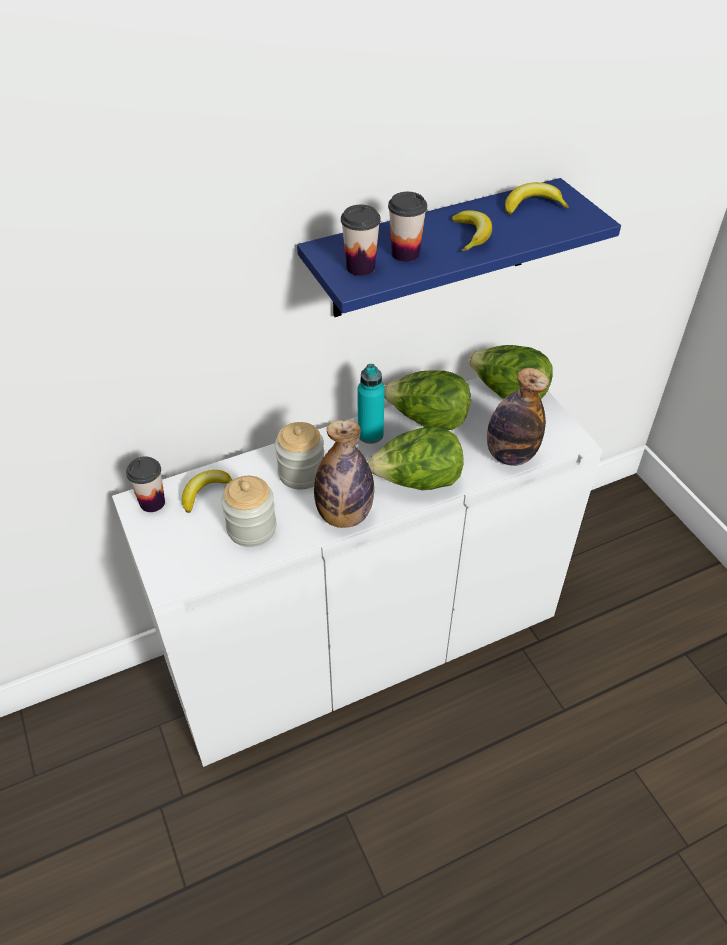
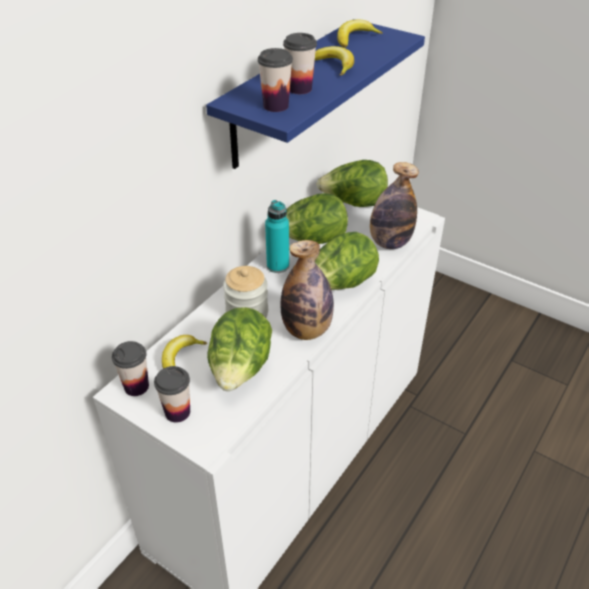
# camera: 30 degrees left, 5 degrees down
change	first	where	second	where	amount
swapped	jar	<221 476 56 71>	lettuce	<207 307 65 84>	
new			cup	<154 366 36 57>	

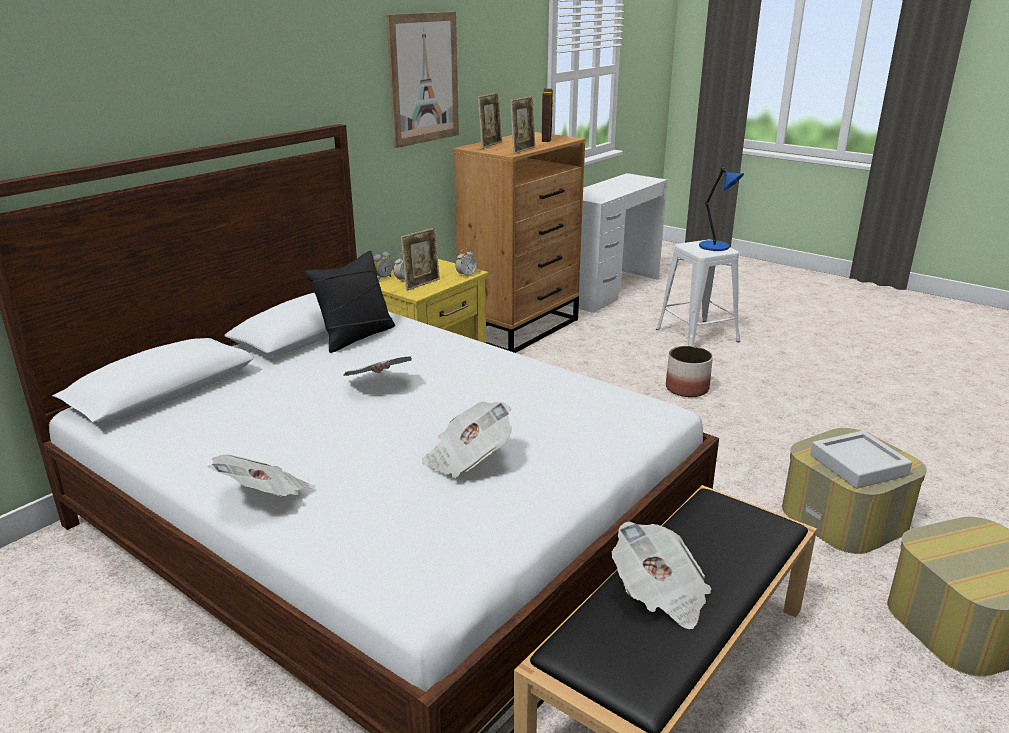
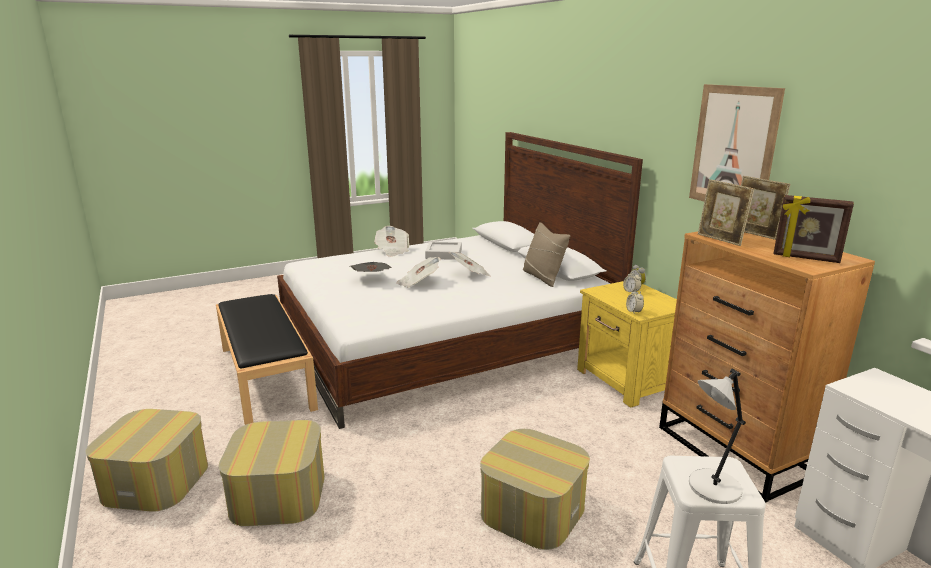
# camera: 115 degrees right, 5 degrees down
change	first	where	second	where	amount
repainted	black pillow	<305 251 90 102>	beige pillow	<523 222 47 65>	
gone	picture frame	<401 228 39 63>			
shifted	newspaper	<612 521 99 108>		<397 257 44 31>	
swapped	planter	<666 346 47 51>	ottoman	<480 429 110 121>	
repainted	blue table lamp	<699 167 45 84>	grey table lamp	<689 369 57 135>	
shifted	grey tray	<810 431 102 58>		<425 241 37 19>	

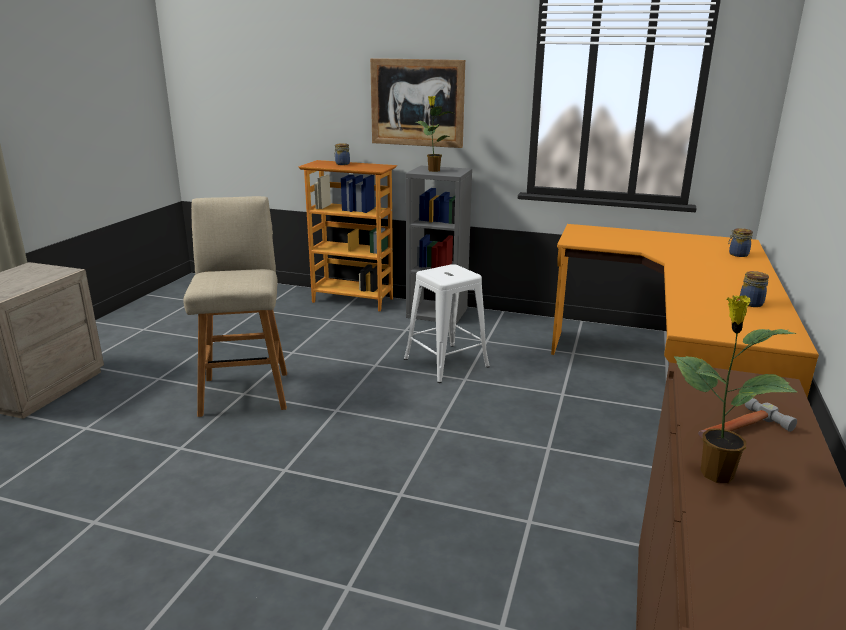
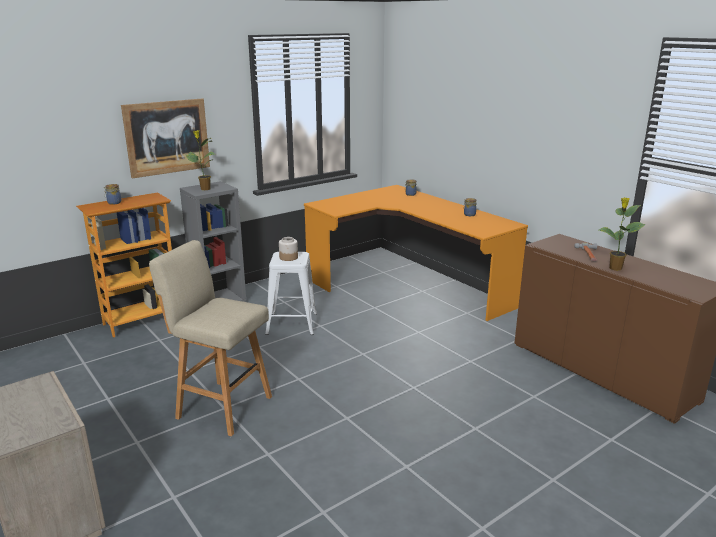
# camera: 55 degrees left, 0 degrees up
change	first	where	second	where	amount
new			jar	<279 237 19 24>	

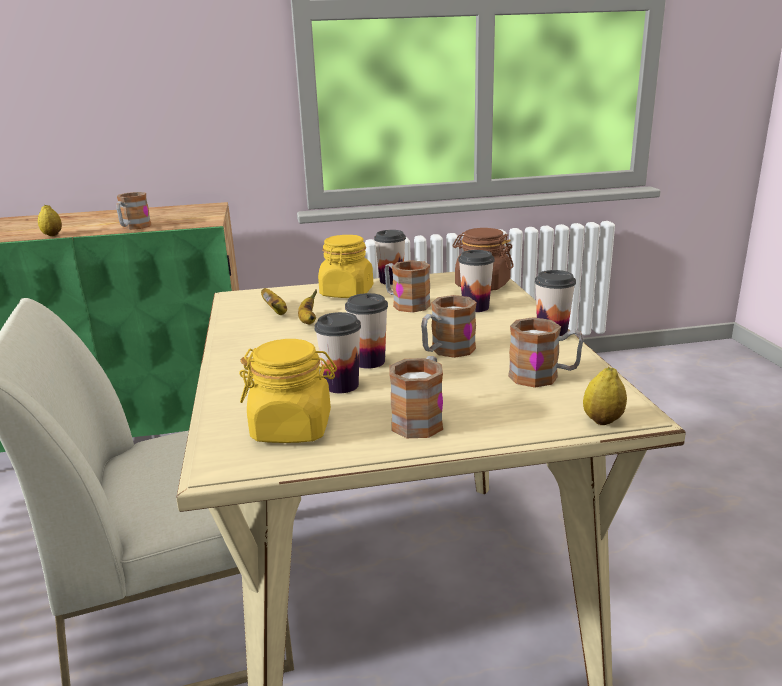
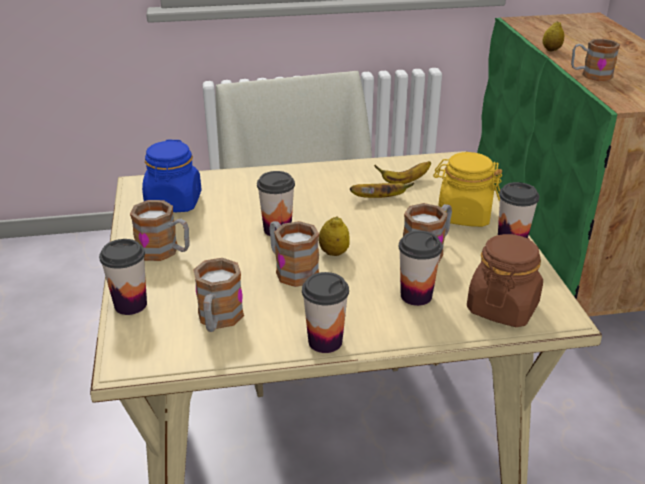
# camera: 90 degrees right, 10 degrees up
change	first	where	second	where	amount
repainted	yellow jar	<239 339 98 104>	blue jar	<142 140 60 72>	
shifted	cup	<314 312 47 81>		<99 239 48 76>	
shifted	lemon	<583 367 44 58>		<319 217 31 39>	

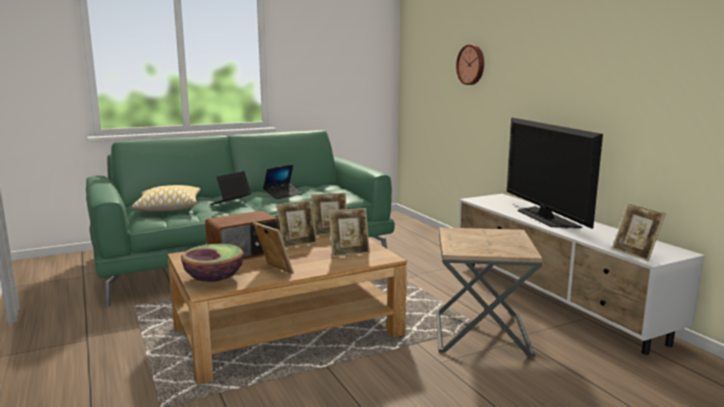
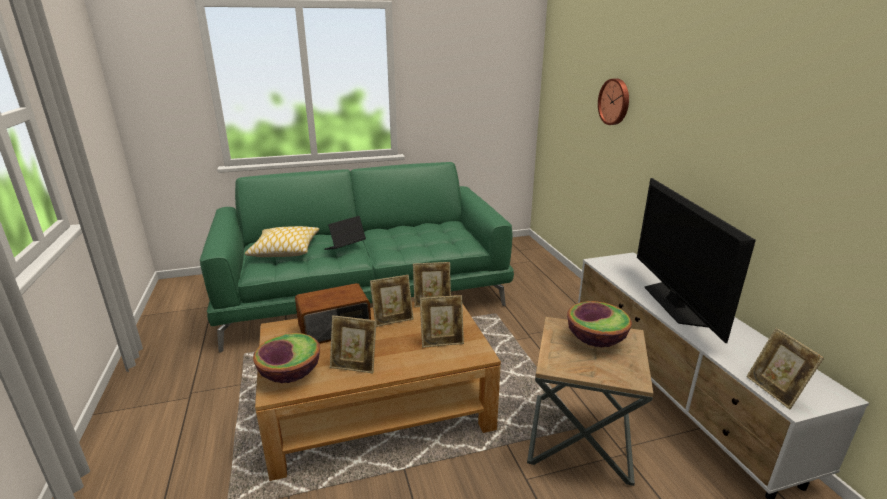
# camera: 10 degrees right, 10 degrees up
change	first	where	second	where	amount
rotated	picture frame	<253 222 41 52>		<330 315 47 58>	135 degrees clockwise
gone	laptop	<263 165 39 34>			
new			bowl	<567 301 65 46>	

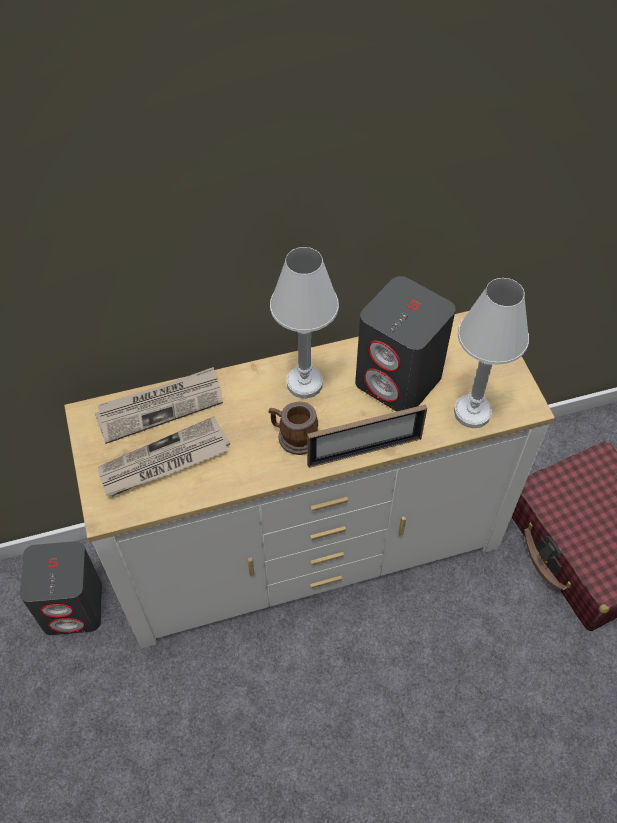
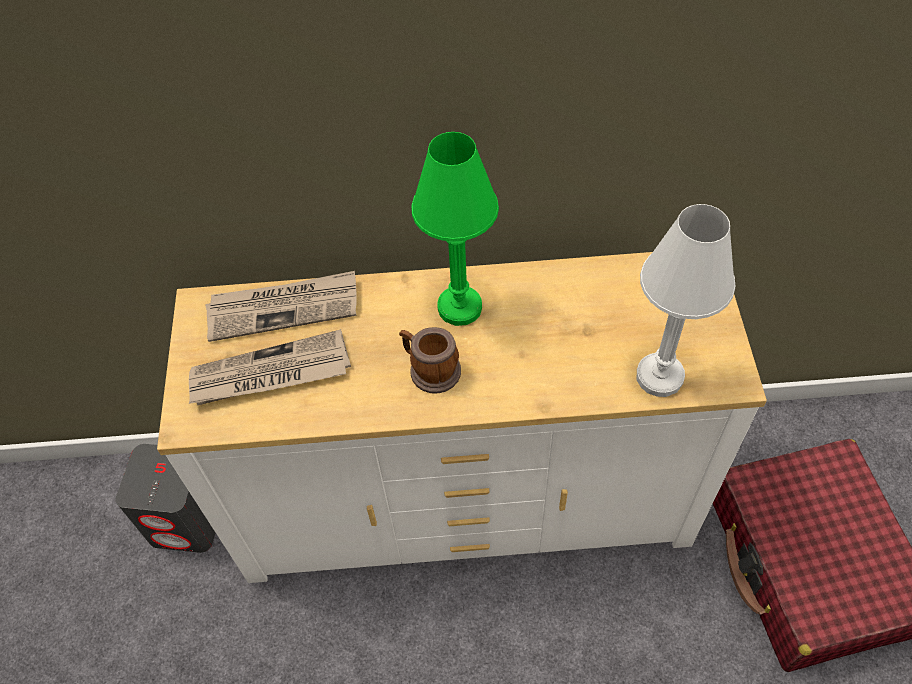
# camera: 15 degrees right, 0 degrees up
change	first	where	second	where	amount
repainted	white table lamp	<270 247 69 152>	green table lamp	<411 132 88 194>	
gone	picture frame	<307 404 120 64>			
gone	grey speaker	<355 276 101 136>			

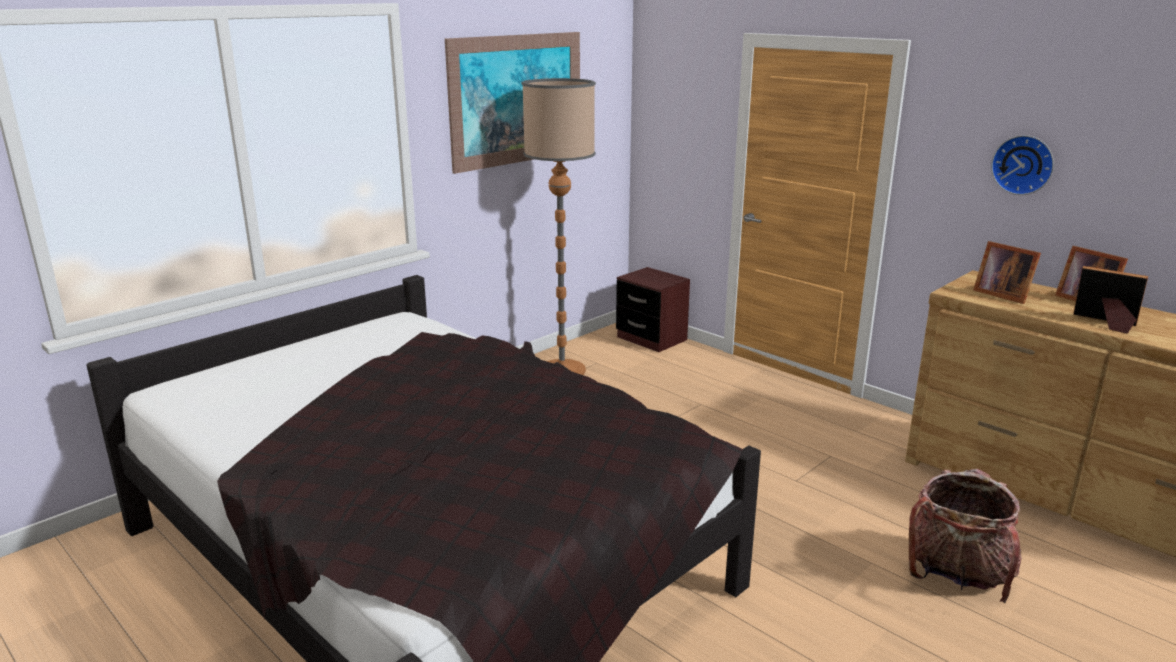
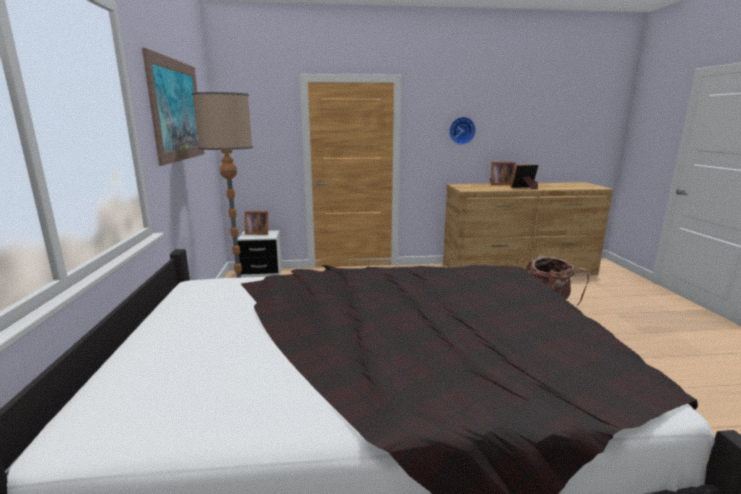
# camera: 50 degrees left, 5 degrees down
change	first	where	second	where	amount
repainted	brown nightstand	<616 267 74 85>	white nightstand	<237 230 45 48>	
shifted	picture frame	<973 241 68 63>		<245 211 23 24>	

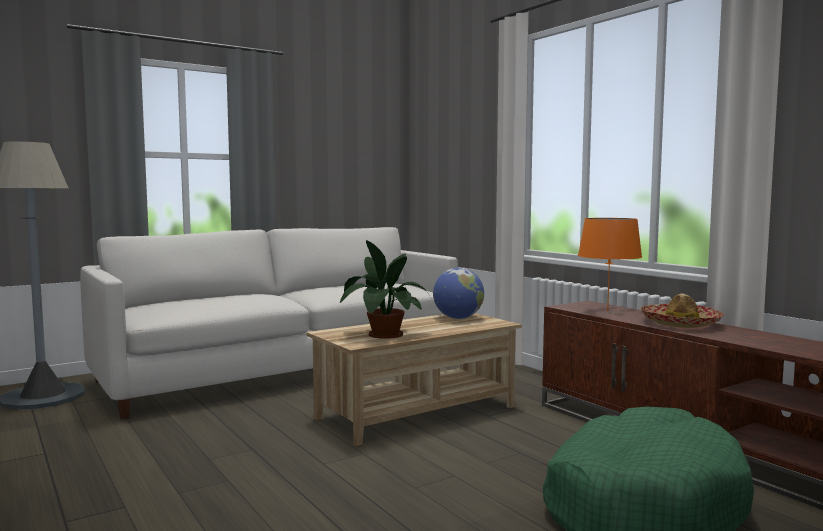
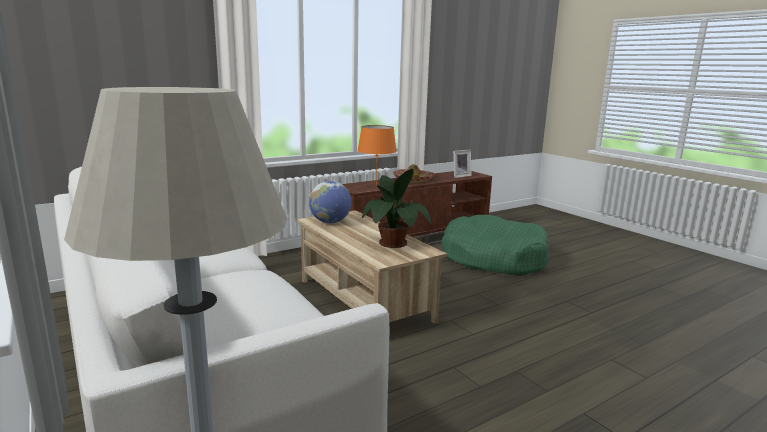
# camera: 90 degrees left, 10 degrees up
change	first	where	second	where	amount
new			picture frame	<453 150 19 28>	

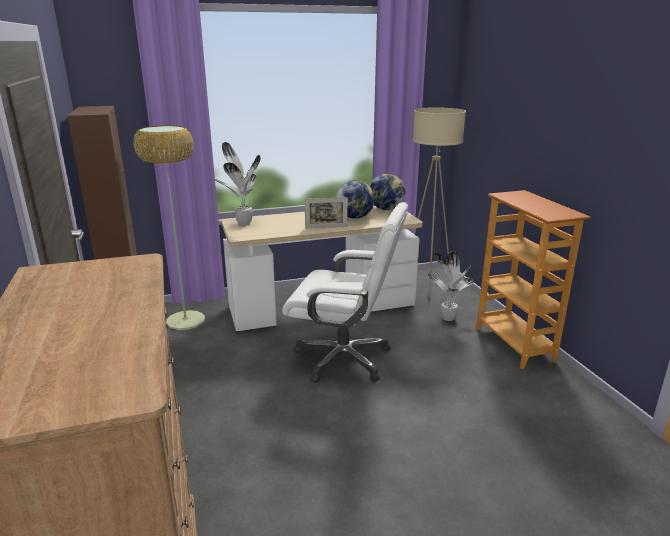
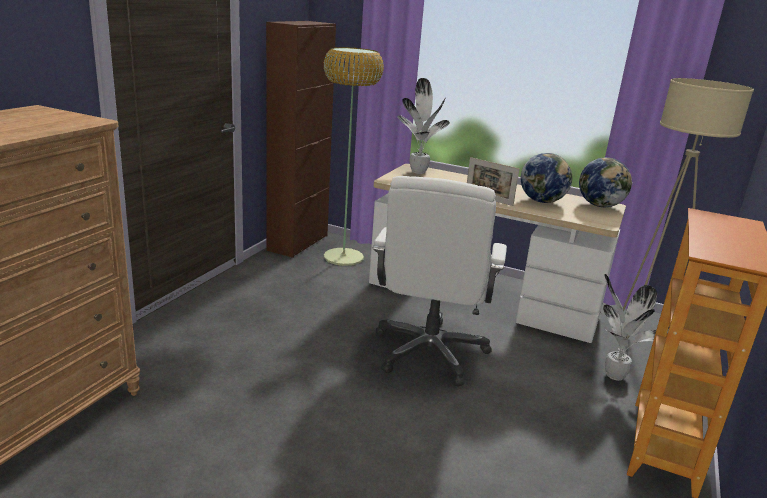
# camera: 40 degrees right, 0 degrees up
change	first	where	second	where	amount
rotated	white office chair	<282 202 126 181>		<372 176 135 210>	45 degrees clockwise

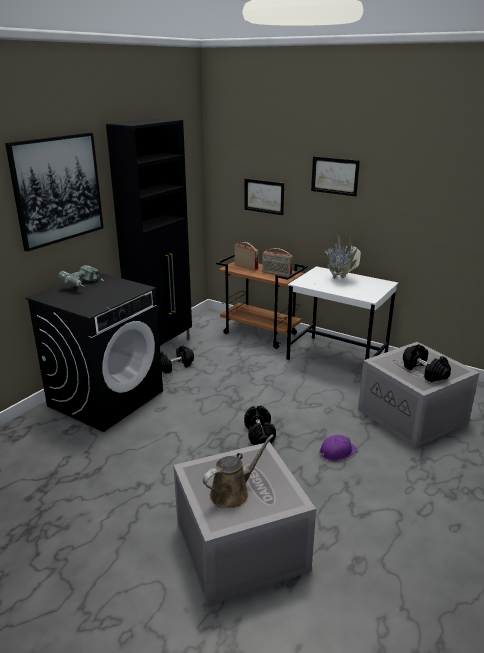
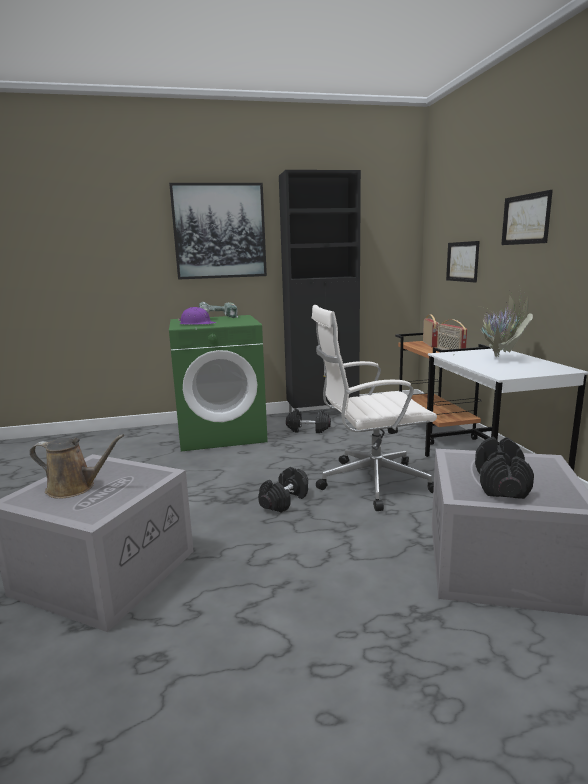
# camera: 45 degrees right, 10 degrees down
change	first	where	second	where	amount
repainted	black washing machine	<26 273 137 159>	green washing machine	<169 315 99 136>	
shifted	purple hard hat	<319 435 39 26>		<178 307 38 18>	
new			white office chair	<312 305 125 206>	

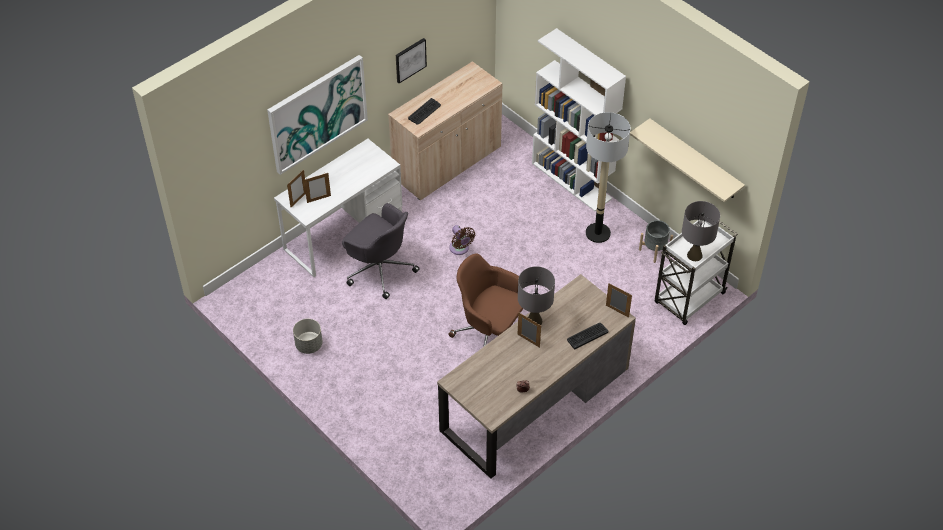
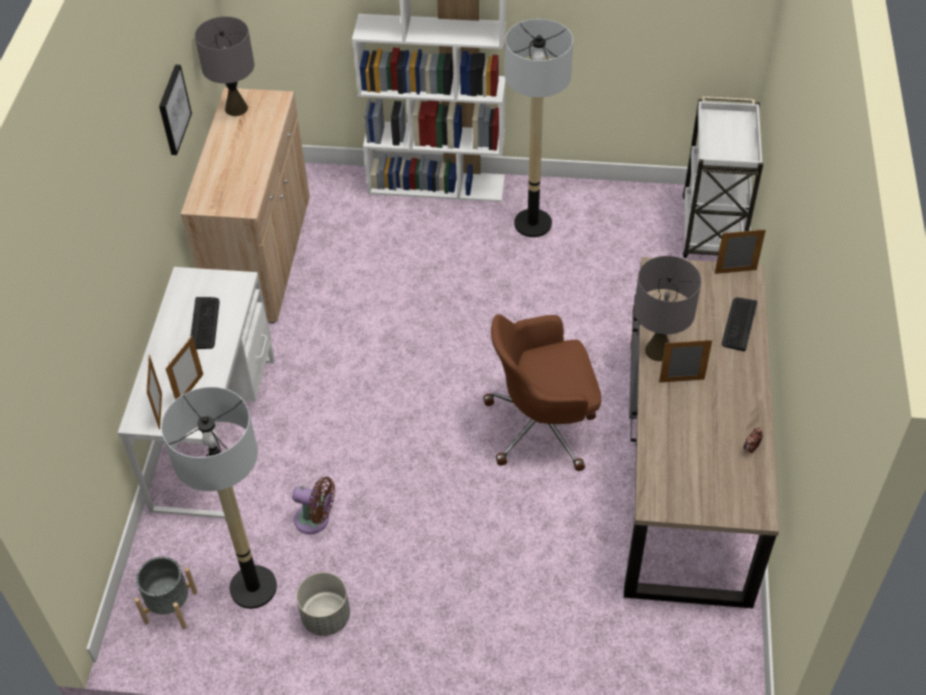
# camera: 40 degrees left, 0 degrees up
change	first	where	second	where	amount
gone	picture	<267 55 101 120>			
gone	grey office chair	<342 203 78 96>			
shifted	keyboard	<408 98 33 27>		<190 297 30 52>	
shifted	brown fan	<449 225 26 30>		<292 477 43 57>	
gone	beige shelf	<630 118 115 84>			
shifted	grey planter	<639 220 34 43>		<134 557 64 72>	
shifted	grey table lamp	<682 201 38 60>		<195 16 59 100>	
new			floor lamp	<161 387 116 222>	

